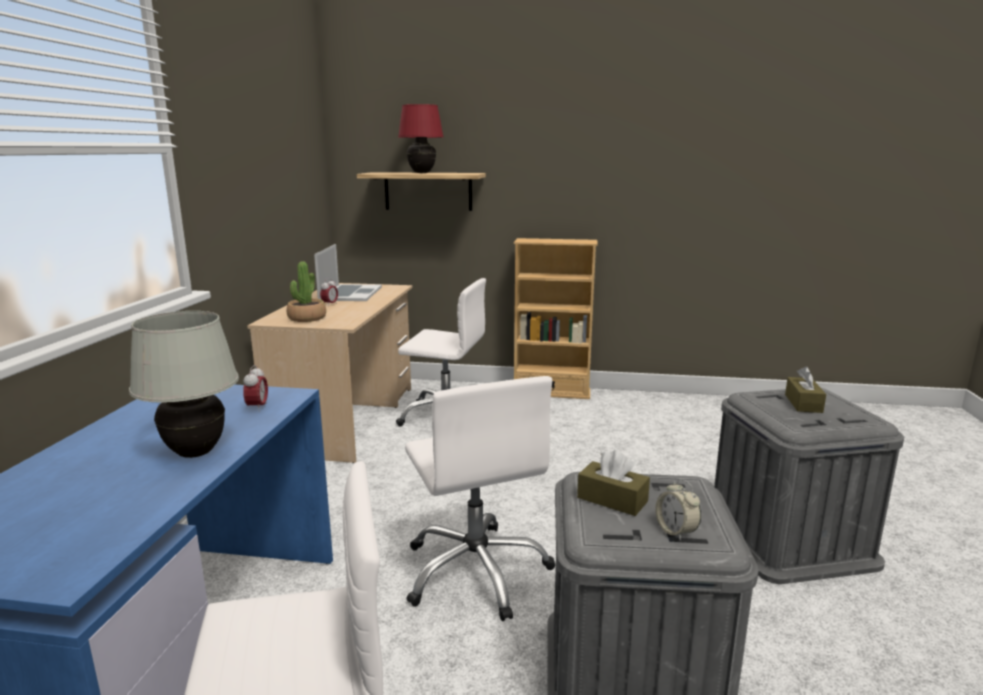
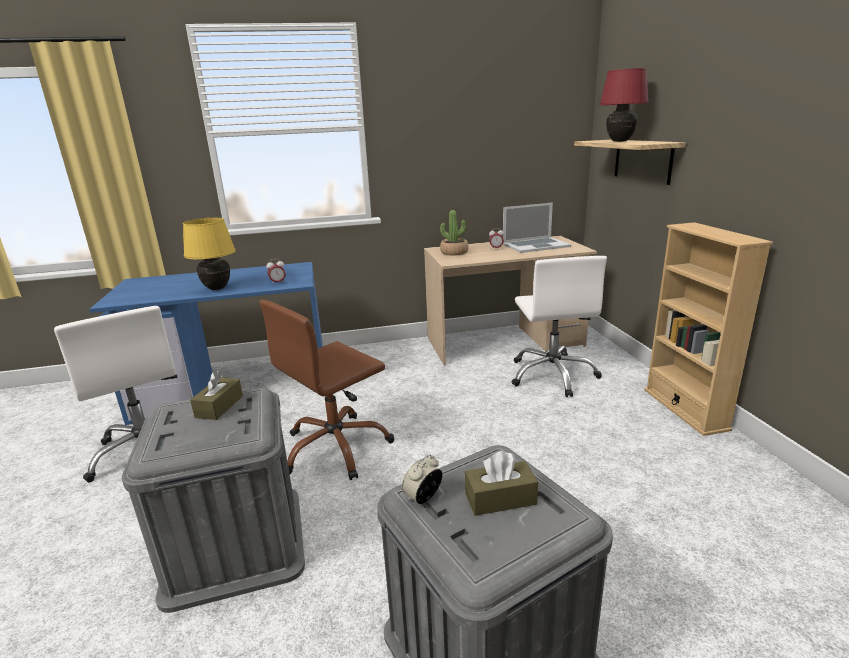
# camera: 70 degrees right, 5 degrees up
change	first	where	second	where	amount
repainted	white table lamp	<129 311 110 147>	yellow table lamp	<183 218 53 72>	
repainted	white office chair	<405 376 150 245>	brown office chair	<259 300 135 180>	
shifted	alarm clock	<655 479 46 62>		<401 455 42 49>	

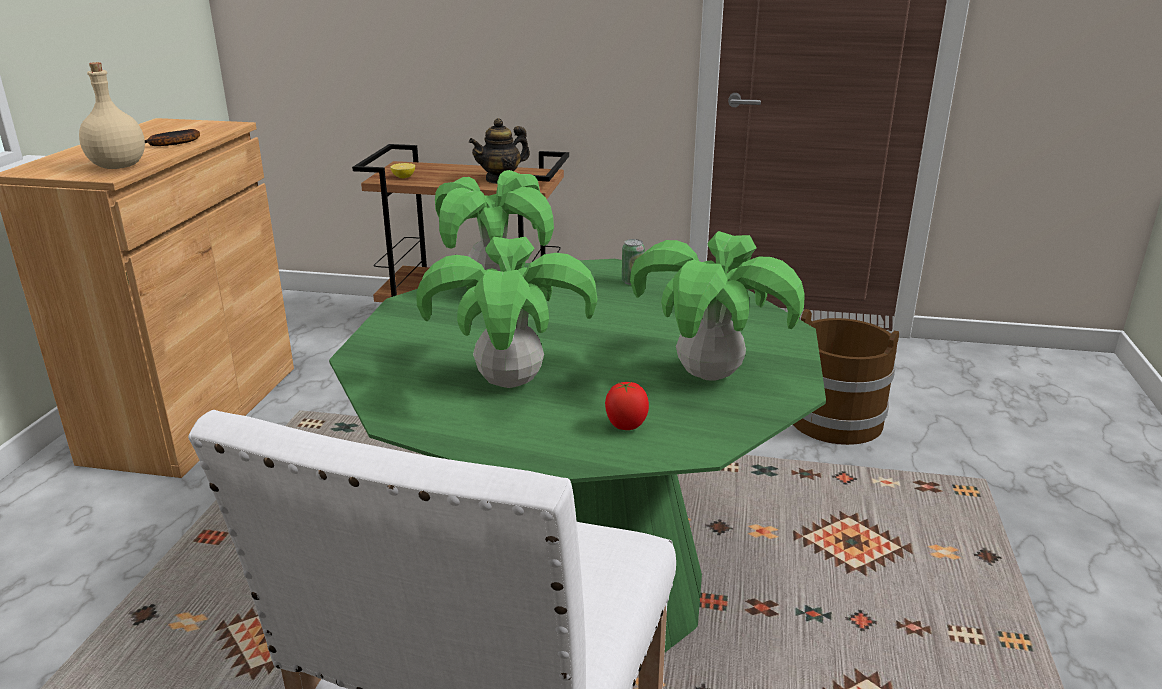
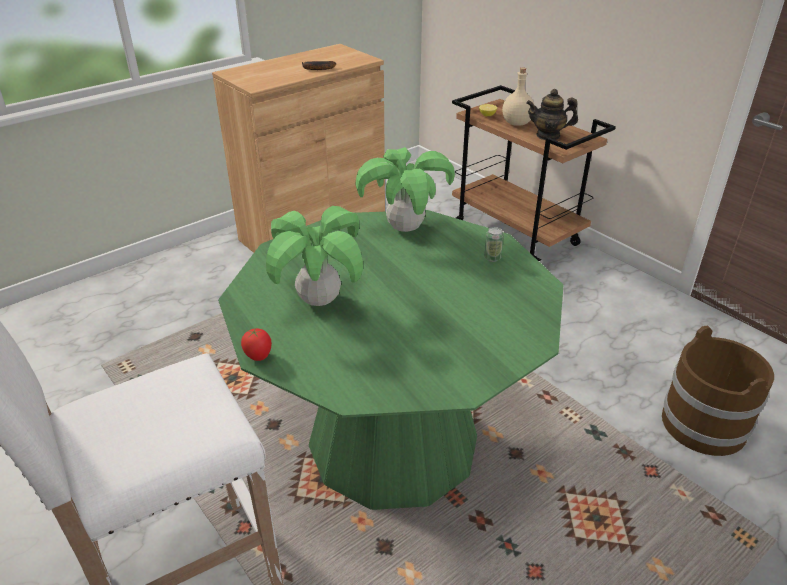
# camera: 40 degrees right, 10 degrees up
change	first	where	second	where	amount
shifted	beige bottle	<79 62 66 107>		<502 67 32 59>	
shifted	tomato	<605 382 44 48>		<241 327 31 34>	
gone	potted plant	<630 231 175 150>			

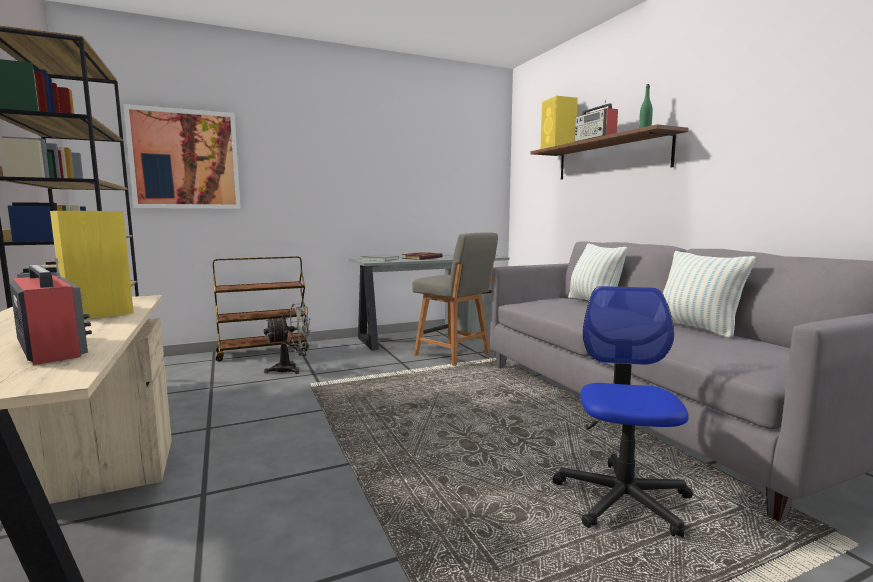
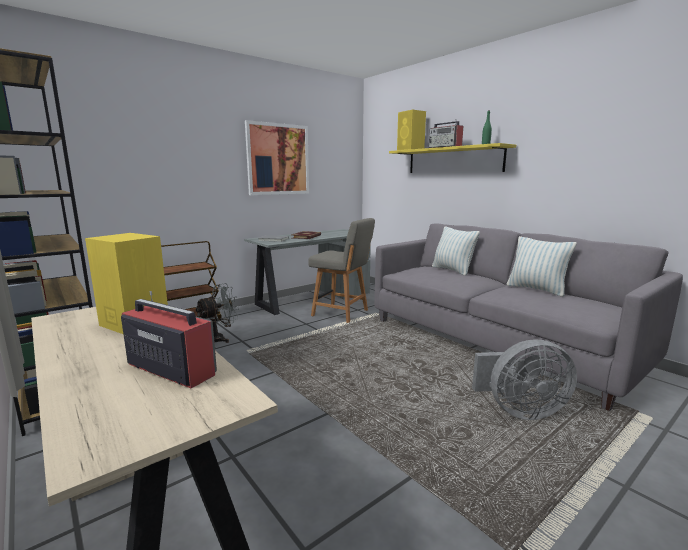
# camera: 15 degrees left, 5 degrees up
change	first	where	second	where	amount
shifted	picture	<123 104 118 105>		<245 120 64 75>	
repainted	brown shelf	<530 124 158 56>	yellow shelf	<389 143 127 30>	
swapped	office chair	<552 286 141 252>	grey fan	<472 339 105 81>	

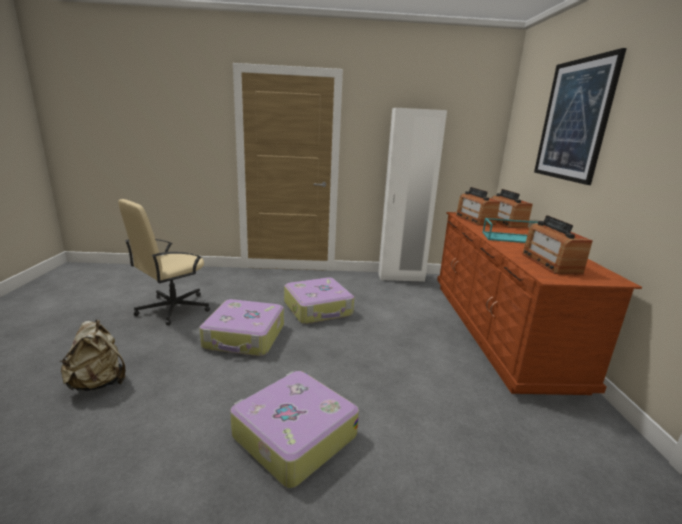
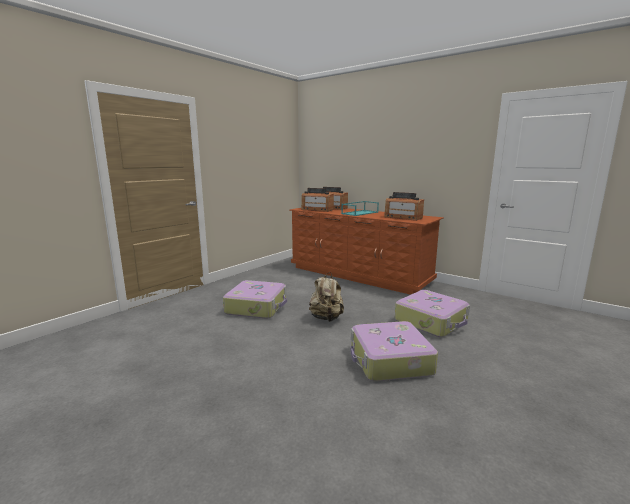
# camera: 50 degrees left, 5 degrees down
change	first	where	second	where	amount
shifted	beige backpack	<59 320 66 71>		<309 272 35 50>	
gone	beige office chair	<118 199 92 126>			
shifted	suitcase	<199 299 85 57>		<395 290 75 47>	
gone	white wardrobe	<378 108 69 174>			
gone	picture	<534 48 93 137>			

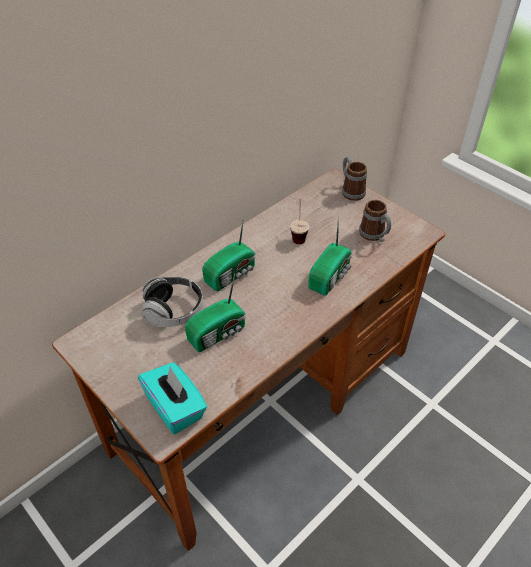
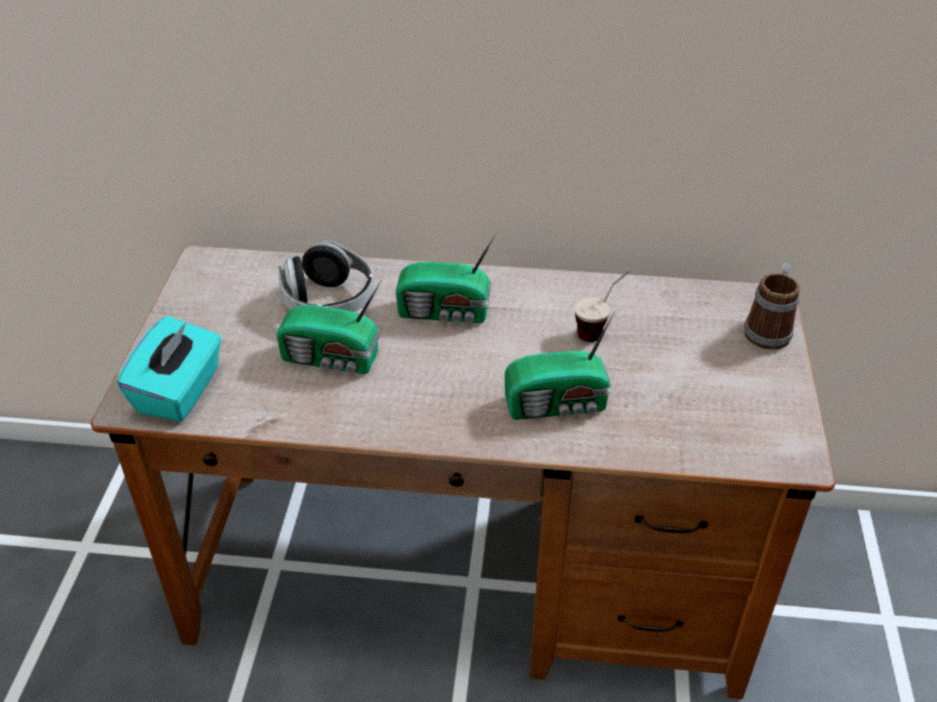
# camera: 50 degrees right, 5 degrees down
change	first	where	second	where	amount
gone	mug	<359 200 32 42>			

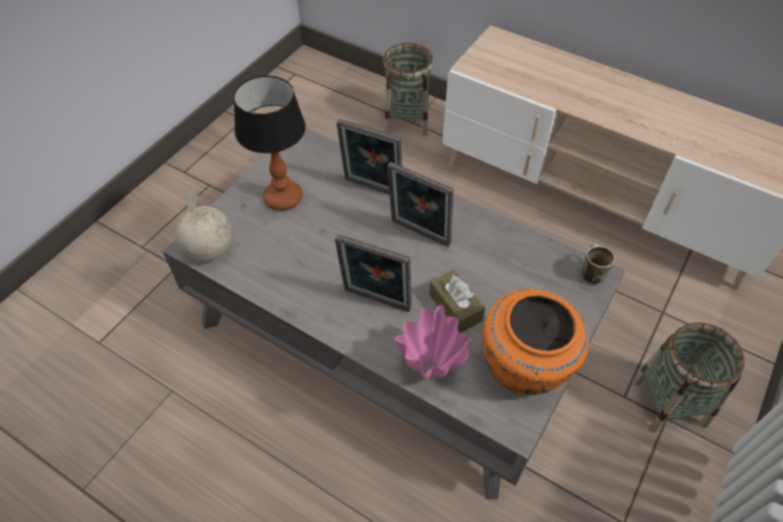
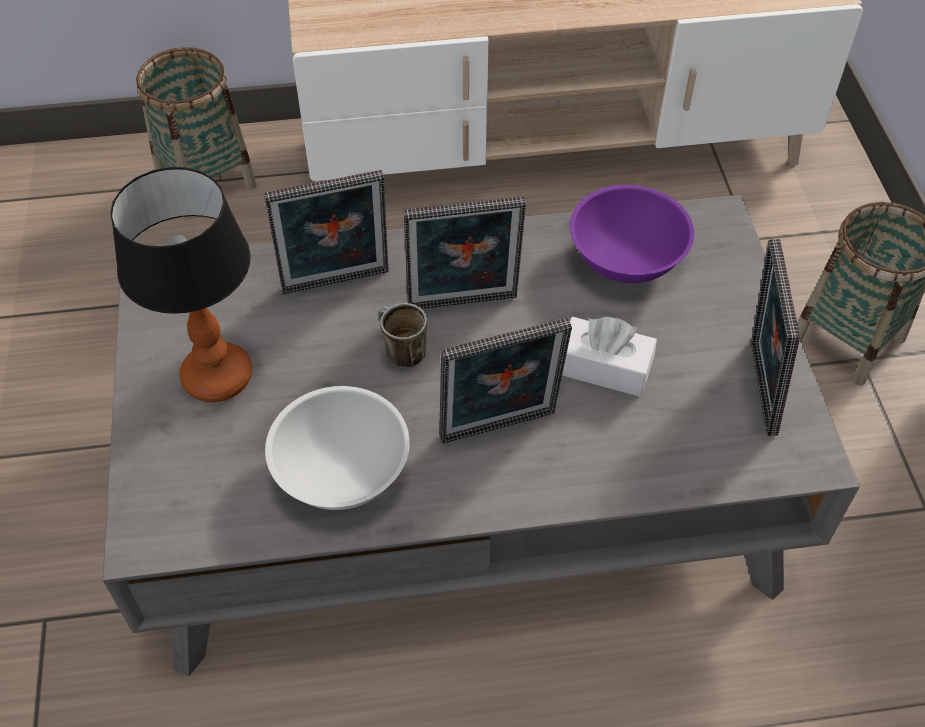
# camera: 40 degrees left, 0 degrees up
change	first	where	second	where	amount
gone	globe	<176 184 57 77>			
gone	pink vase	<395 305 76 74>			
repainted	brown tissue box	<429 270 56 63>	white tissue box	<562 317 95 80>	
swapped	orange vase	<482 289 107 107>	picture frame	<751 239 49 197>	
shifted	mug	<582 244 33 41>		<378 303 49 65>	
new			white bowl	<265 386 145 124>	
new			purple bowl	<570 185 124 98>	

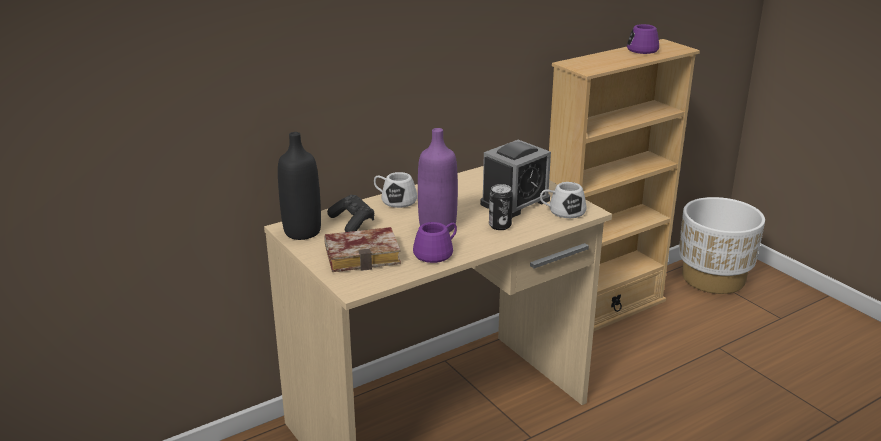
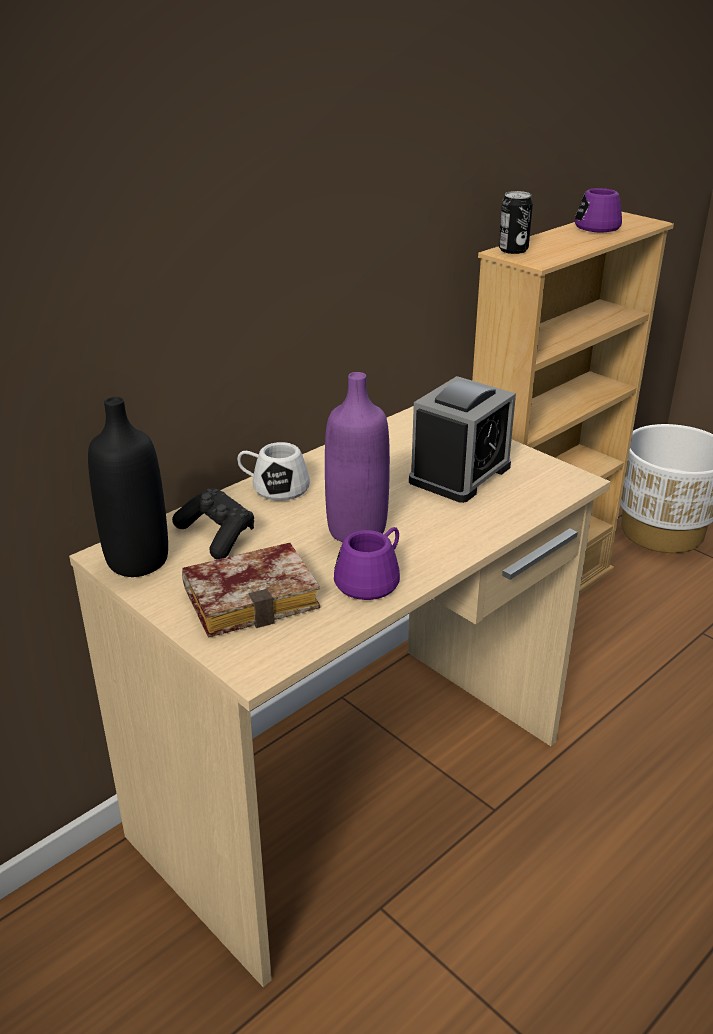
# camera: 10 degrees left, 5 degrees up
change	first	where	second	where	amount
shifted	can	<489 184 24 46>		<499 191 34 63>	
gone	white mug	<540 182 46 36>			

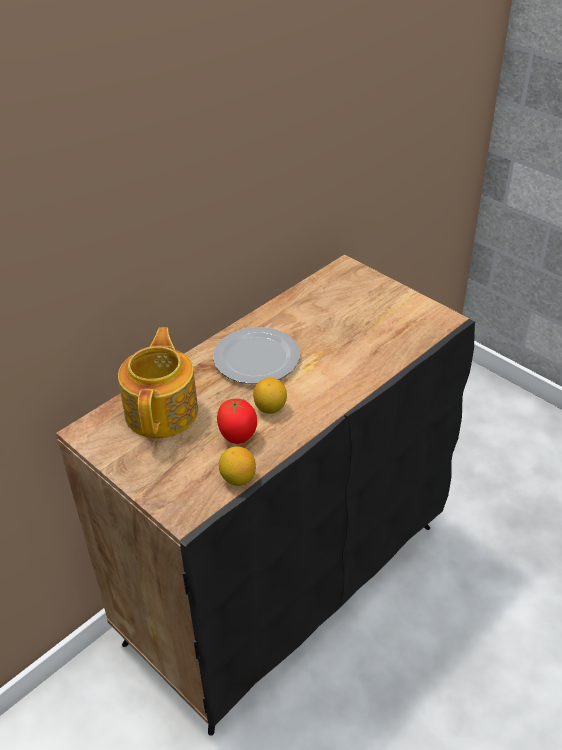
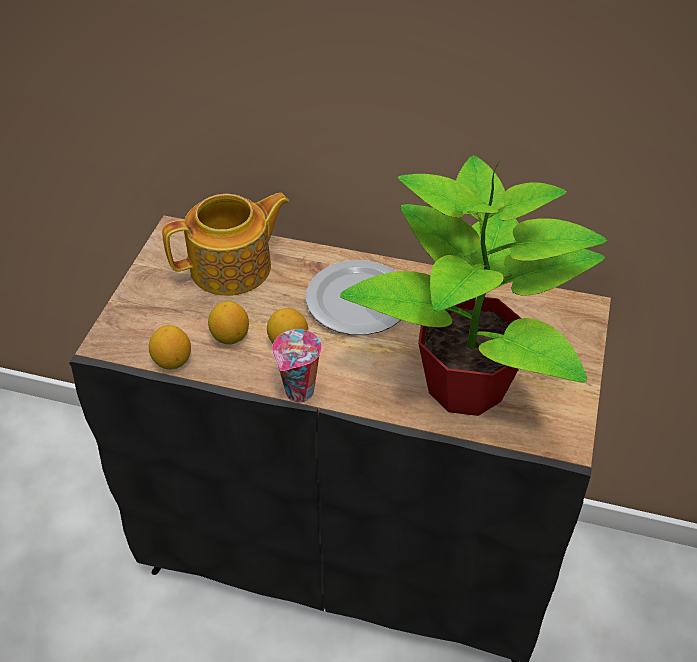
# camera: 60 degrees right, 5 degrees up
change	first	where	second	where	amount
swapped	tomato	<217 399 40 45>	lemon	<208 301 41 44>	
new			cup	<272 329 50 73>	
new			potted plant	<340 156 267 260>	

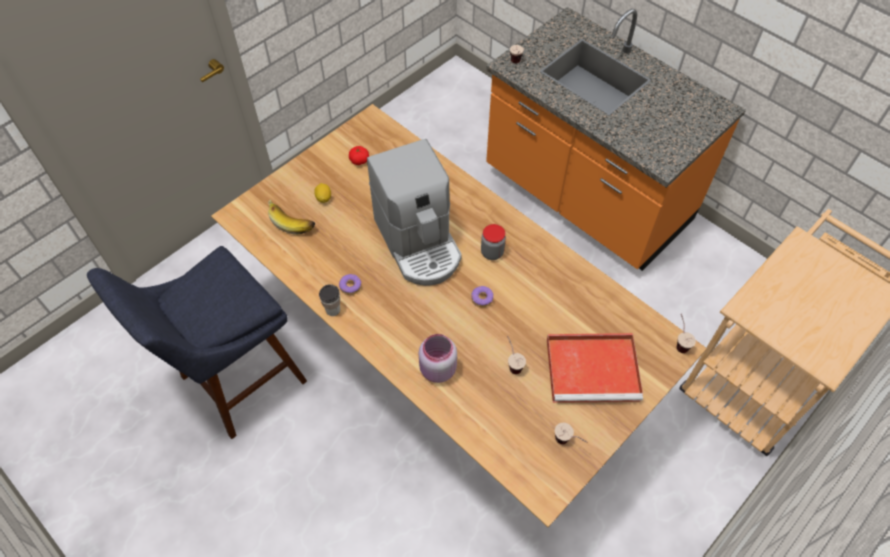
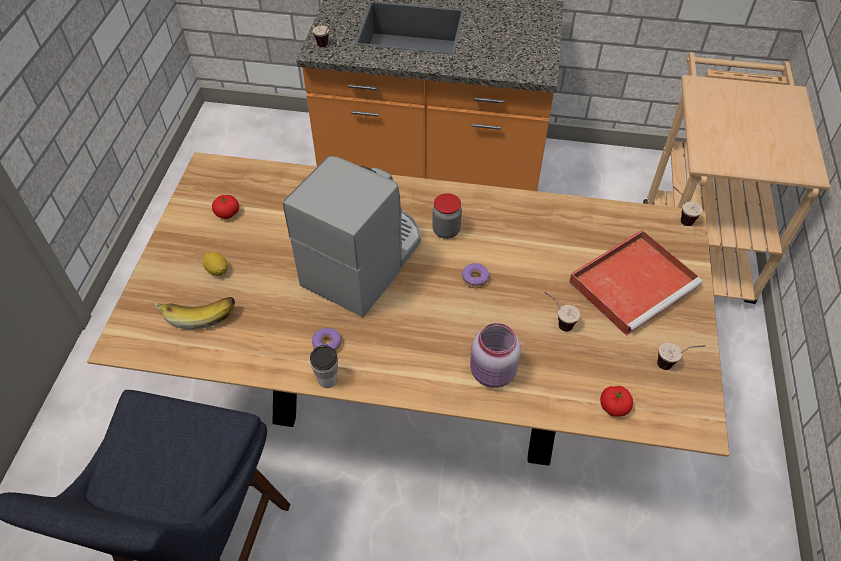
# camera: 35 degrees left, 5 degrees down
change	first	where	second	where	amount
rotated	coffee machine	<367 139 95 147>		<283 156 138 161>	90 degrees counterclockwise
new			tomato	<600 386 33 31>	

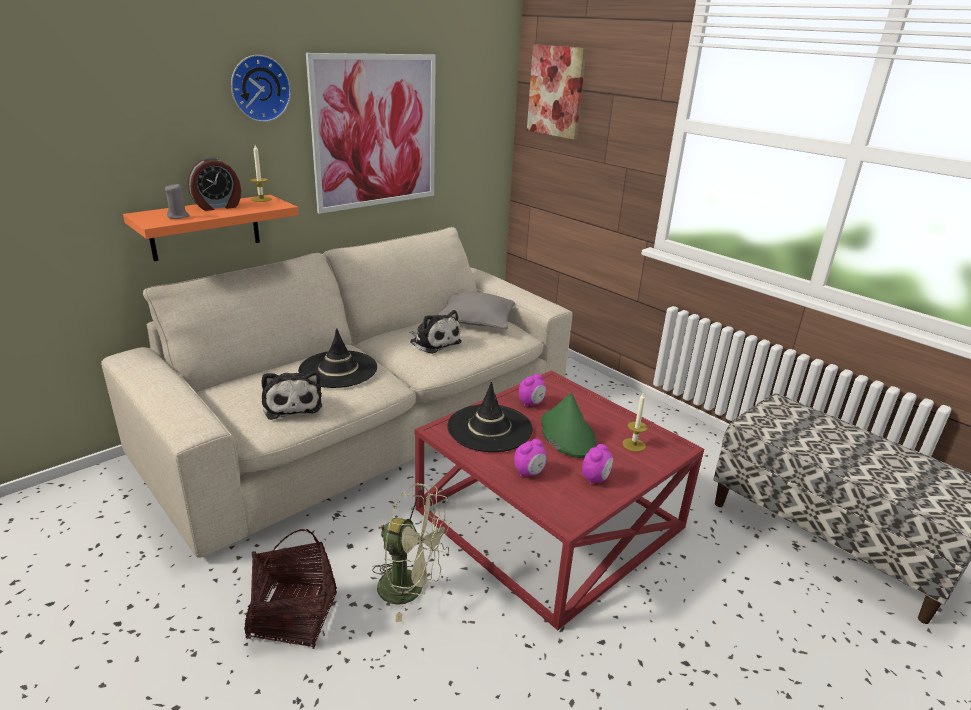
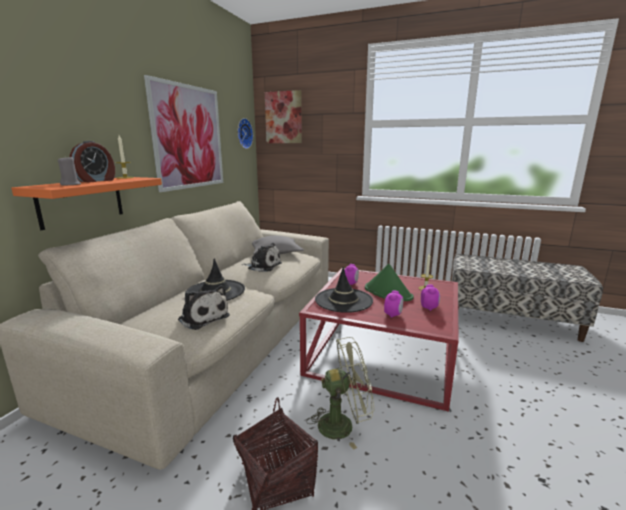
# camera: 25 degrees left, 10 degrees down
change	first	where	second	where	amount
shifted	wall clock	<231 55 60 67>		<237 118 16 31>	

